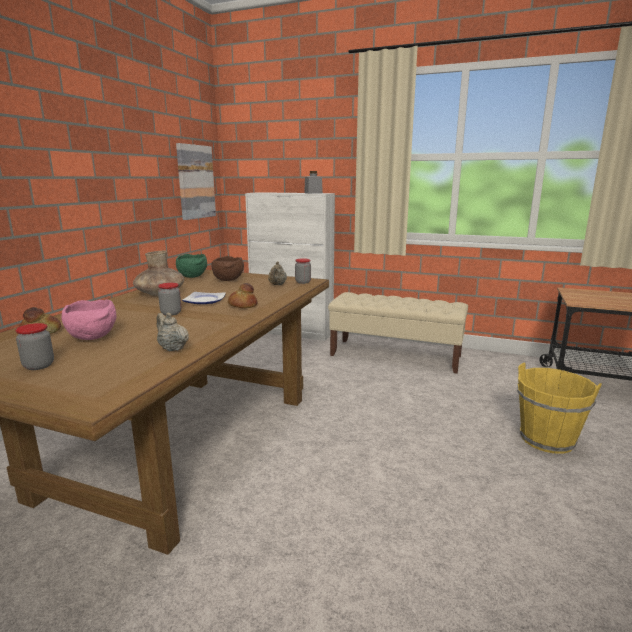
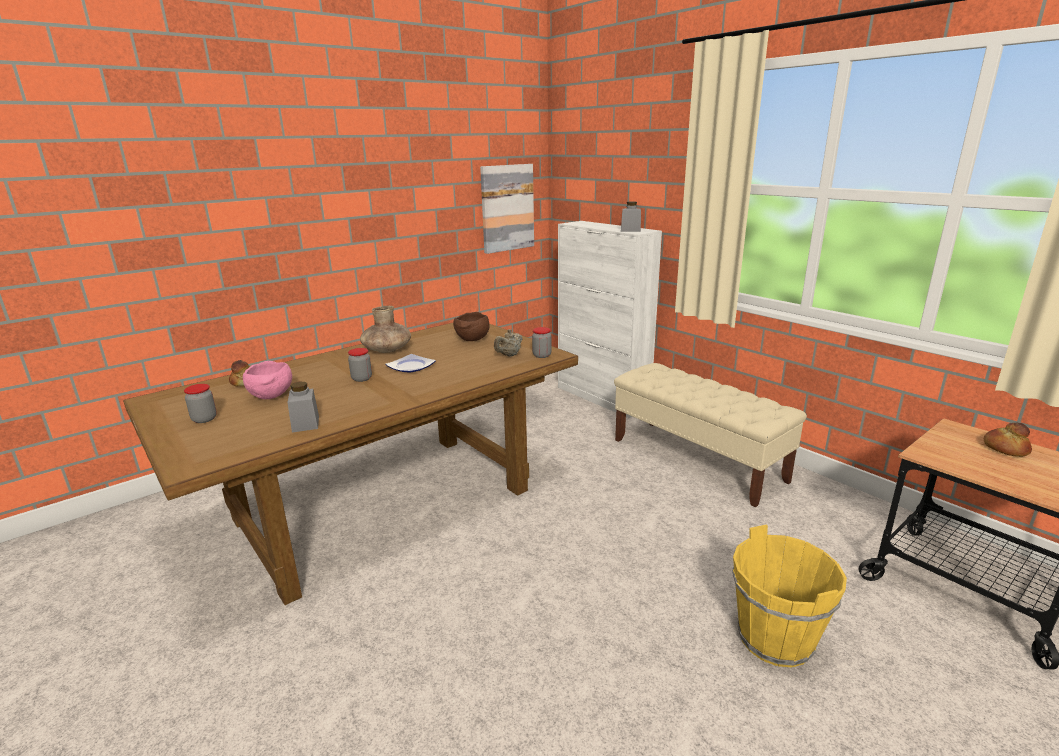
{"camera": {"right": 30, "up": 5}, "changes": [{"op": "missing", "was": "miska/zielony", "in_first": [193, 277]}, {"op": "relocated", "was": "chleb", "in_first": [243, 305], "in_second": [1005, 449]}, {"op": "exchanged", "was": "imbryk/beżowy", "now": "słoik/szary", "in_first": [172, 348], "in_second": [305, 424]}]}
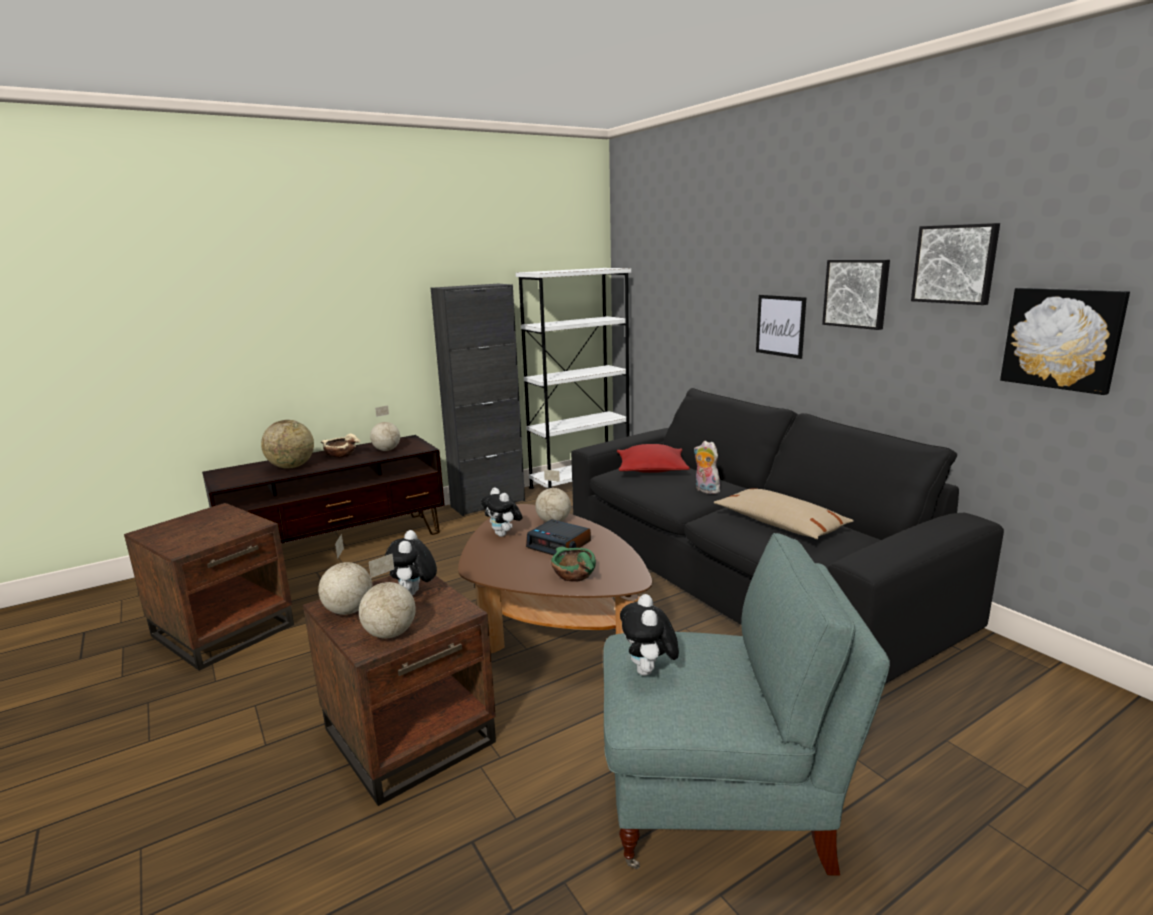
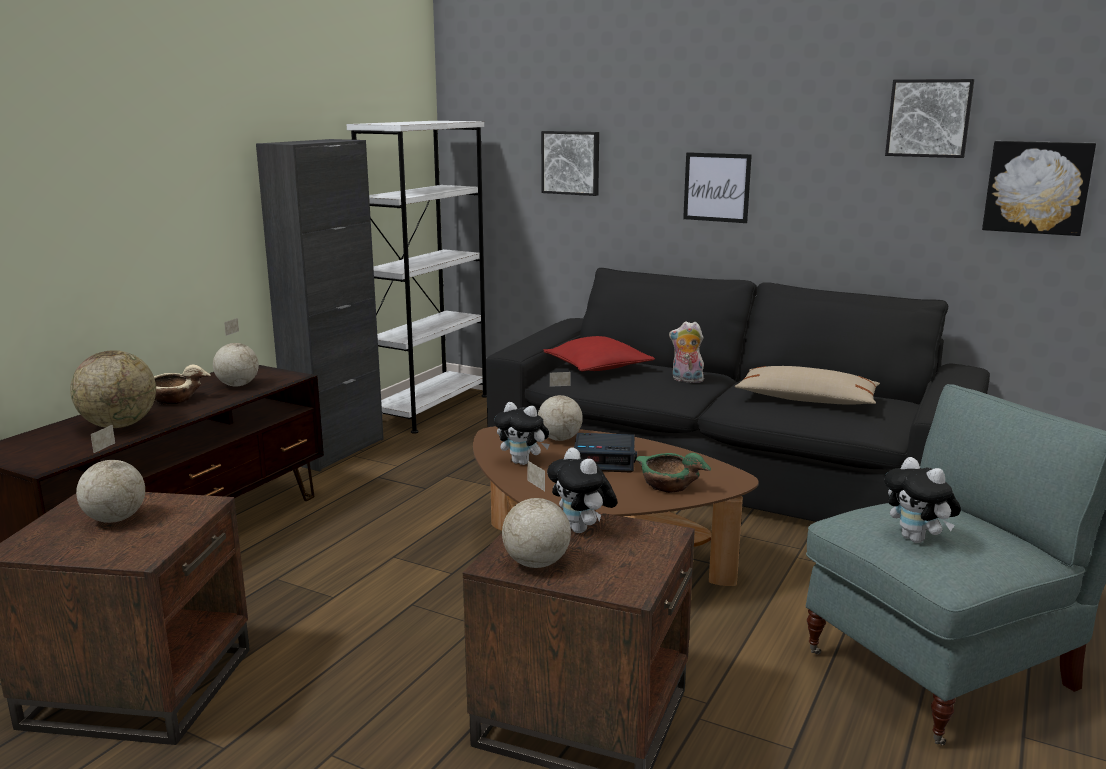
{"camera": {"right": -30, "up": 0}, "changes": [{"op": "relocated", "was": "obraz", "in_first": [857, 293], "in_second": [571, 162]}, {"op": "relocated", "was": "globus", "in_first": [391, 634], "in_second": [116, 519]}]}
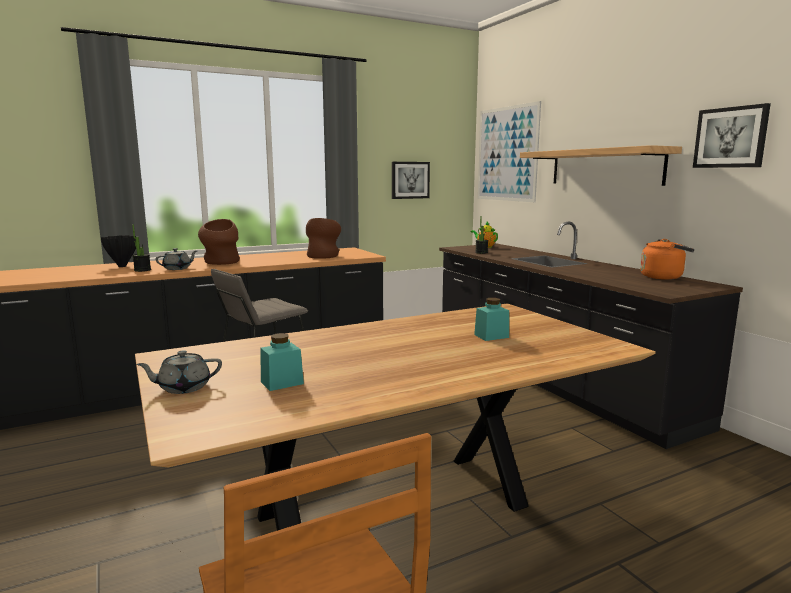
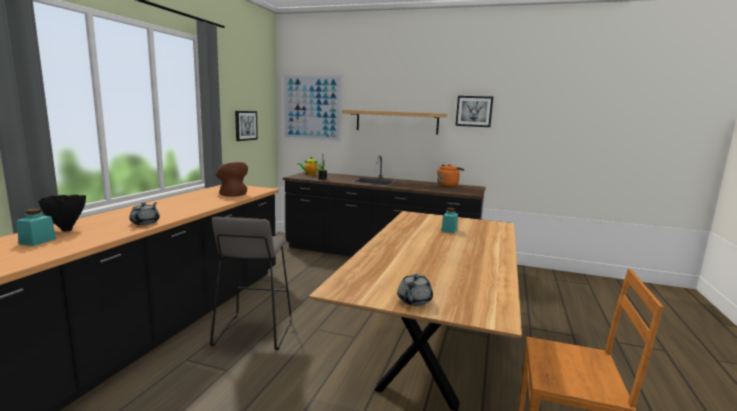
{"camera": {"right": -45, "up": 0}, "changes": [{"op": "missing", "was": "wazon/brązowy", "in_first": [221, 262]}, {"op": "missing", "was": "roślina doniczkowa", "in_first": [142, 270]}, {"op": "relocated", "was": "słoik/turkusowy", "in_first": [282, 383], "in_second": [37, 241]}]}
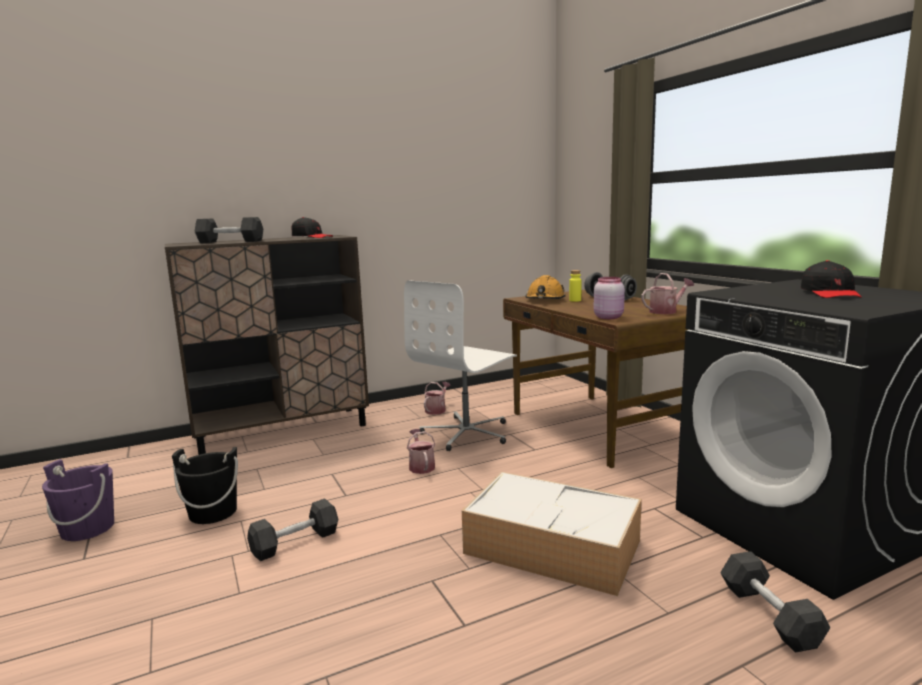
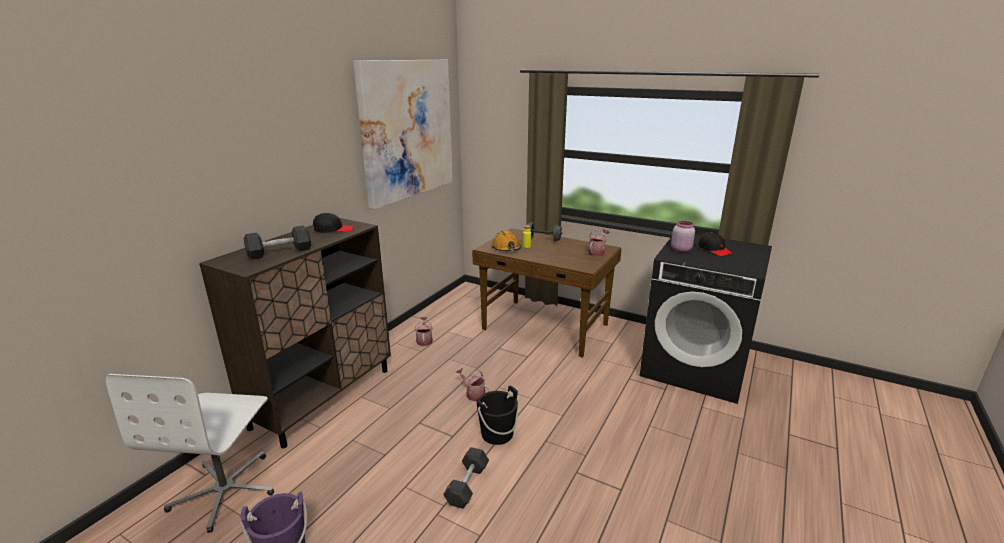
{"camera": {"right": -35, "up": 10}, "changes": [{"op": "relocated", "was": "słoik/różowy", "in_first": [608, 317], "in_second": [680, 249]}, {"op": "relocated", "was": "krzesło biurowe/biały", "in_first": [467, 433], "in_second": [226, 490]}, {"op": "relocated", "was": "wiadro/czarny", "in_first": [213, 512], "in_second": [497, 433]}, {"op": "missing", "was": "pojemnik do przechowywania", "in_first": [555, 547]}, {"op": "missing", "was": "hantel/czarny", "in_first": [769, 615]}, {"op": "appeared", "now": "obraz", "in_second": [406, 129]}]}
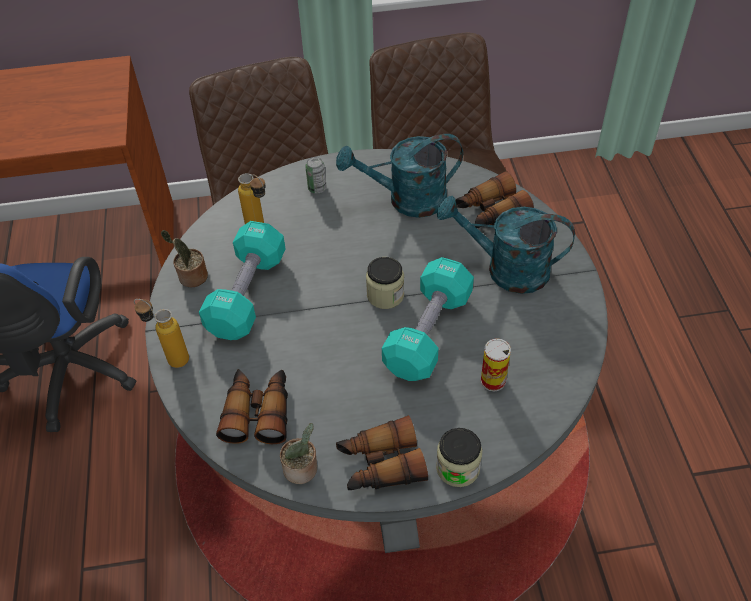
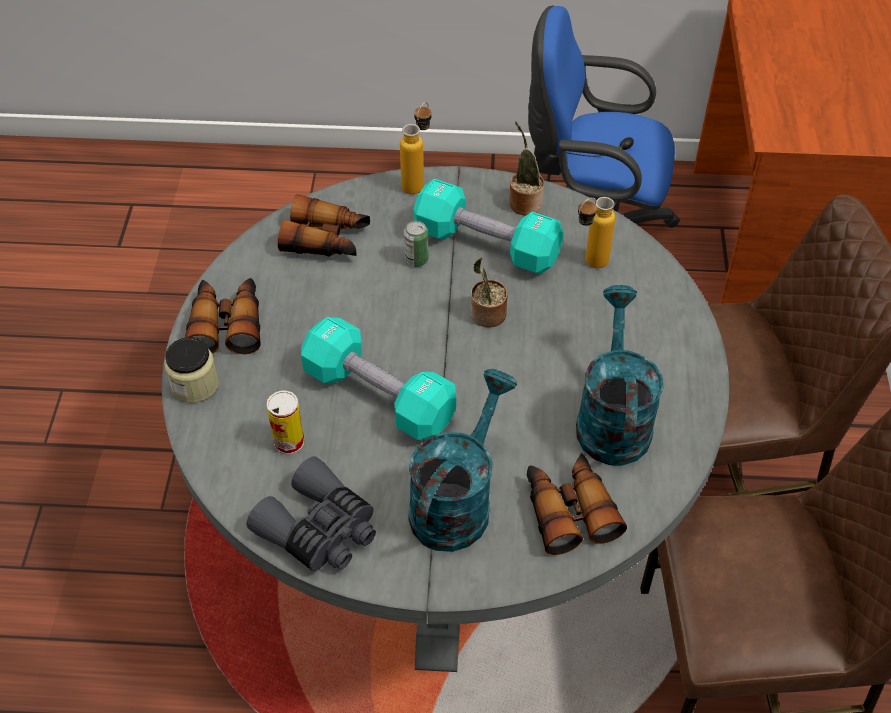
{"camera": {"right": 100, "up": 0}, "changes": [{"op": "relocated", "was": "puszka", "in_first": [317, 188], "in_second": [416, 260]}, {"op": "missing", "was": "słoik", "in_first": [385, 295]}, {"op": "relocated", "was": "roślina doniczkowa", "in_first": [302, 469], "in_second": [486, 315]}, {"op": "appeared", "now": "lornetka/szary", "in_second": [320, 530]}]}
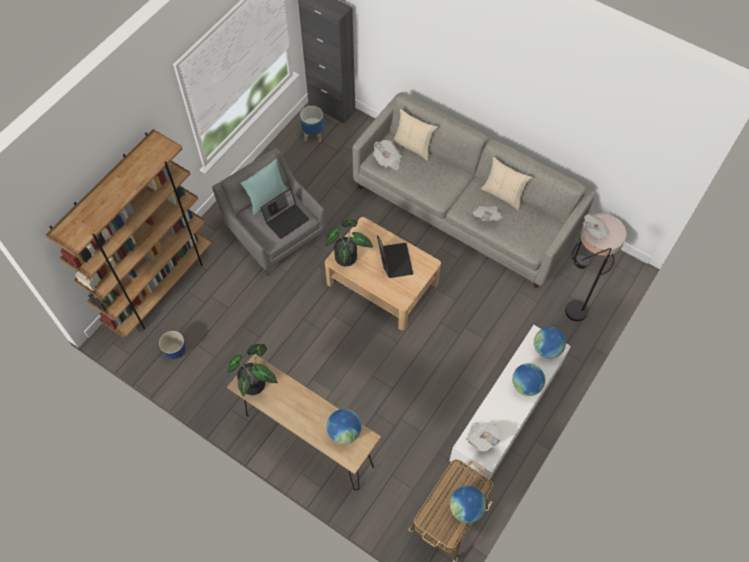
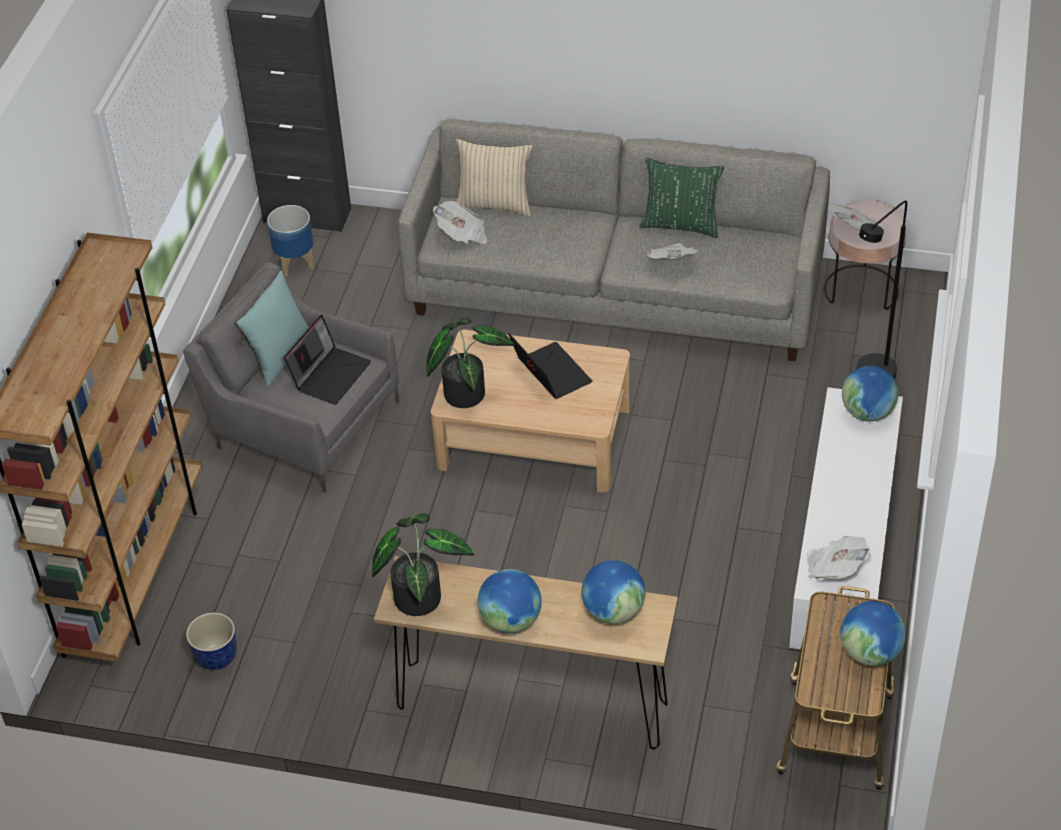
{"camera": {"right": -20, "up": -15}, "changes": [{"op": "colour", "was": "poduszka/beżowy", "now": "poduszka/zielony", "in_first": [503, 195], "in_second": [680, 225]}, {"op": "relocated", "was": "globus", "in_first": [526, 385], "in_second": [510, 621]}]}
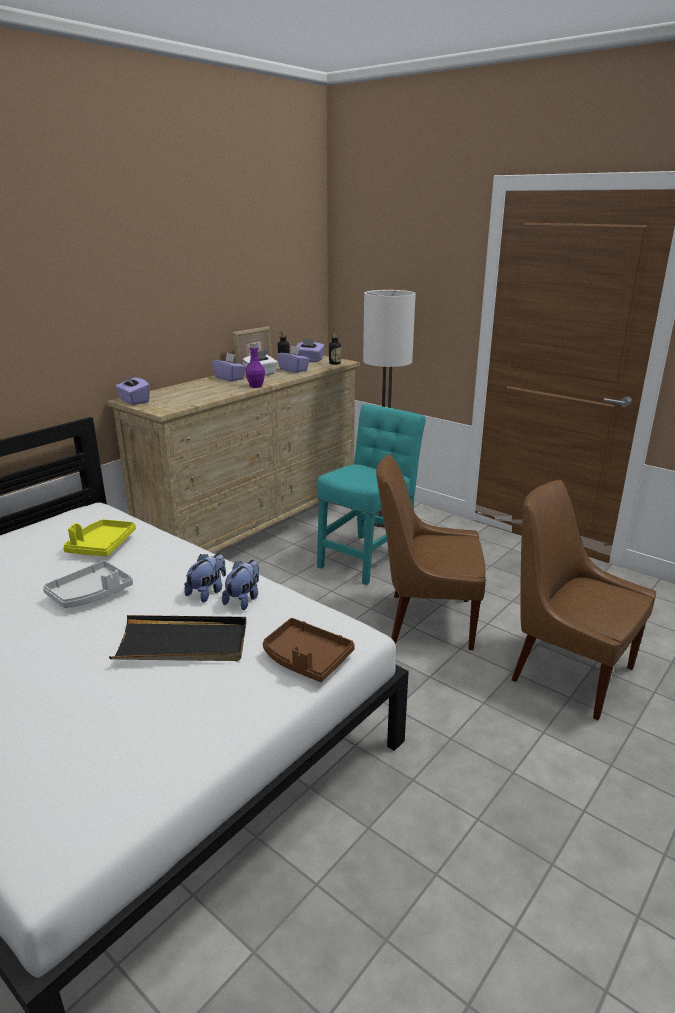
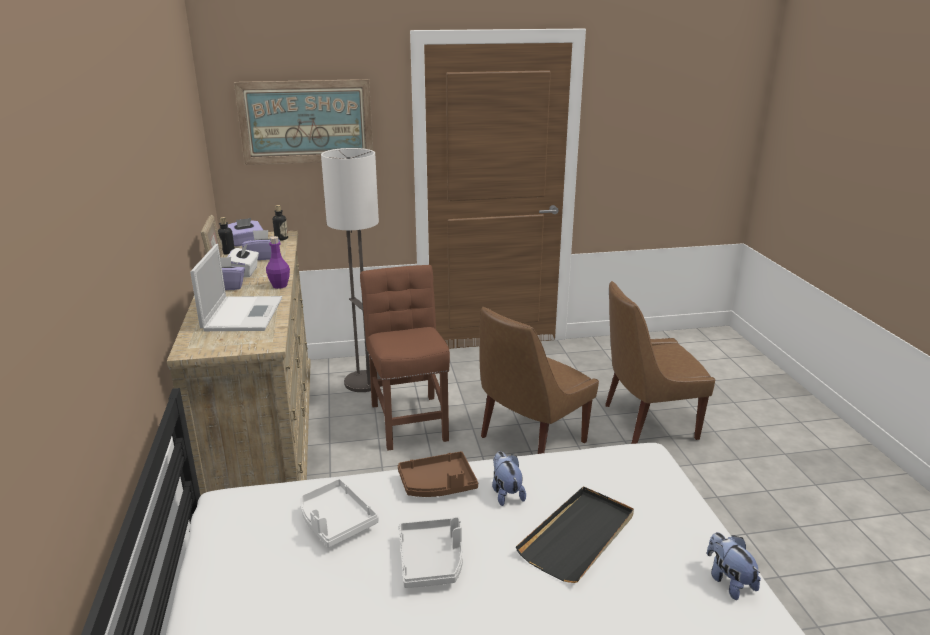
{"camera": {"right": -50, "up": 0}, "changes": [{"op": "missing", "was": "pudełko chusteczek/fioletowy", "in_first": [134, 401]}, {"op": "colour", "was": "krzesło/turkusowy", "now": "krzesło/brązowy", "in_first": [368, 556], "in_second": [409, 419]}, {"op": "colour", "was": "taca/żółty", "now": "taca/biały", "in_first": [101, 546], "in_second": [335, 521]}, {"op": "relocated", "was": "pluszak", "in_first": [244, 599], "in_second": [728, 581]}, {"op": "relocated", "was": "taca/brązowy", "in_first": [306, 659], "in_second": [438, 484]}, {"op": "appeared", "now": "obraz", "in_second": [306, 122]}, {"op": "appeared", "now": "laptop", "in_second": [243, 314]}]}
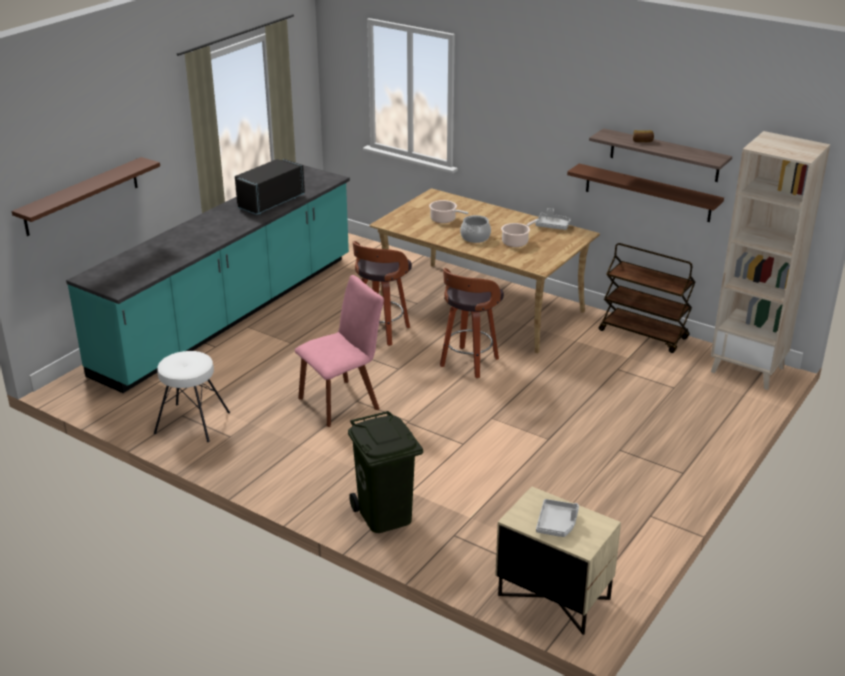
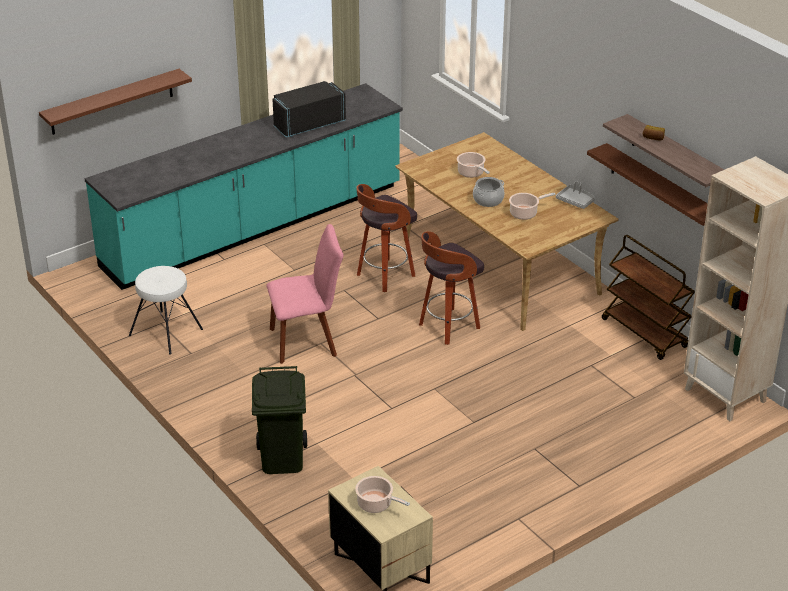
{"camera": {"right": 20, "up": 5}, "changes": [{"op": "exchanged", "was": "taca/szary", "now": "garnek", "in_first": [557, 524], "in_second": [376, 504]}]}
